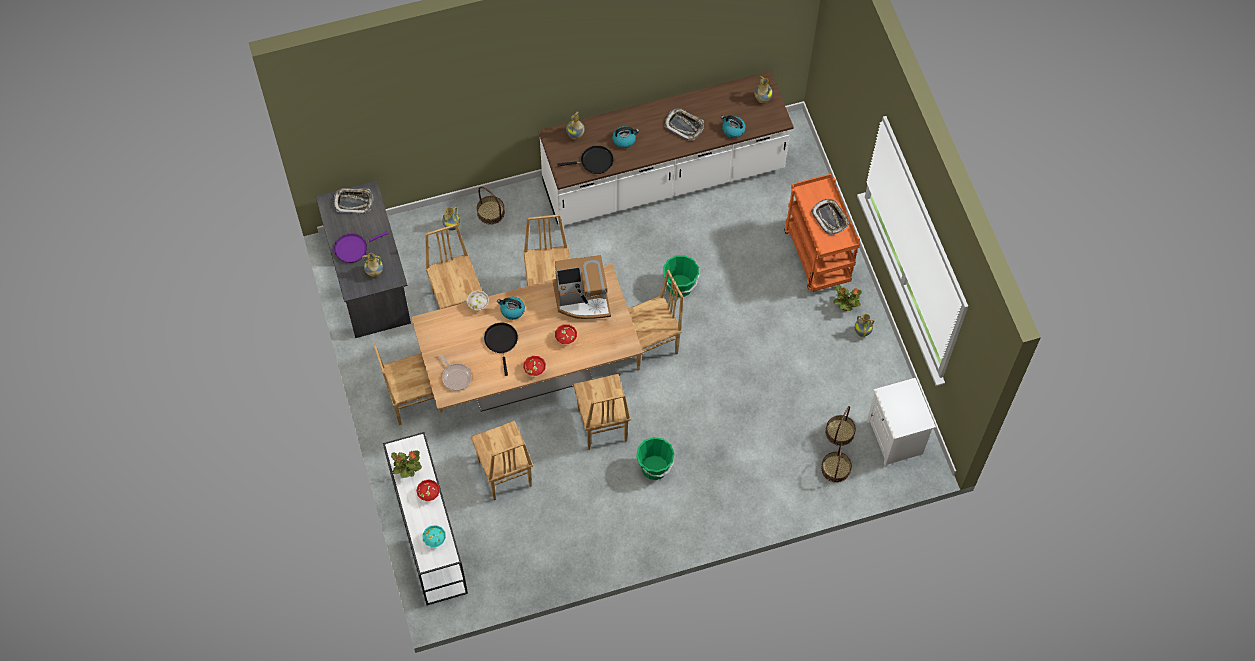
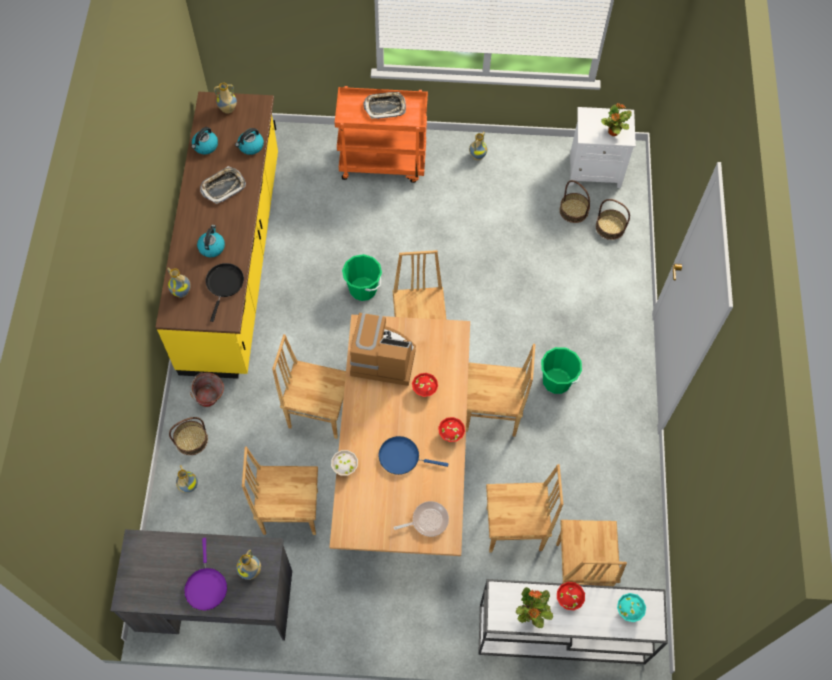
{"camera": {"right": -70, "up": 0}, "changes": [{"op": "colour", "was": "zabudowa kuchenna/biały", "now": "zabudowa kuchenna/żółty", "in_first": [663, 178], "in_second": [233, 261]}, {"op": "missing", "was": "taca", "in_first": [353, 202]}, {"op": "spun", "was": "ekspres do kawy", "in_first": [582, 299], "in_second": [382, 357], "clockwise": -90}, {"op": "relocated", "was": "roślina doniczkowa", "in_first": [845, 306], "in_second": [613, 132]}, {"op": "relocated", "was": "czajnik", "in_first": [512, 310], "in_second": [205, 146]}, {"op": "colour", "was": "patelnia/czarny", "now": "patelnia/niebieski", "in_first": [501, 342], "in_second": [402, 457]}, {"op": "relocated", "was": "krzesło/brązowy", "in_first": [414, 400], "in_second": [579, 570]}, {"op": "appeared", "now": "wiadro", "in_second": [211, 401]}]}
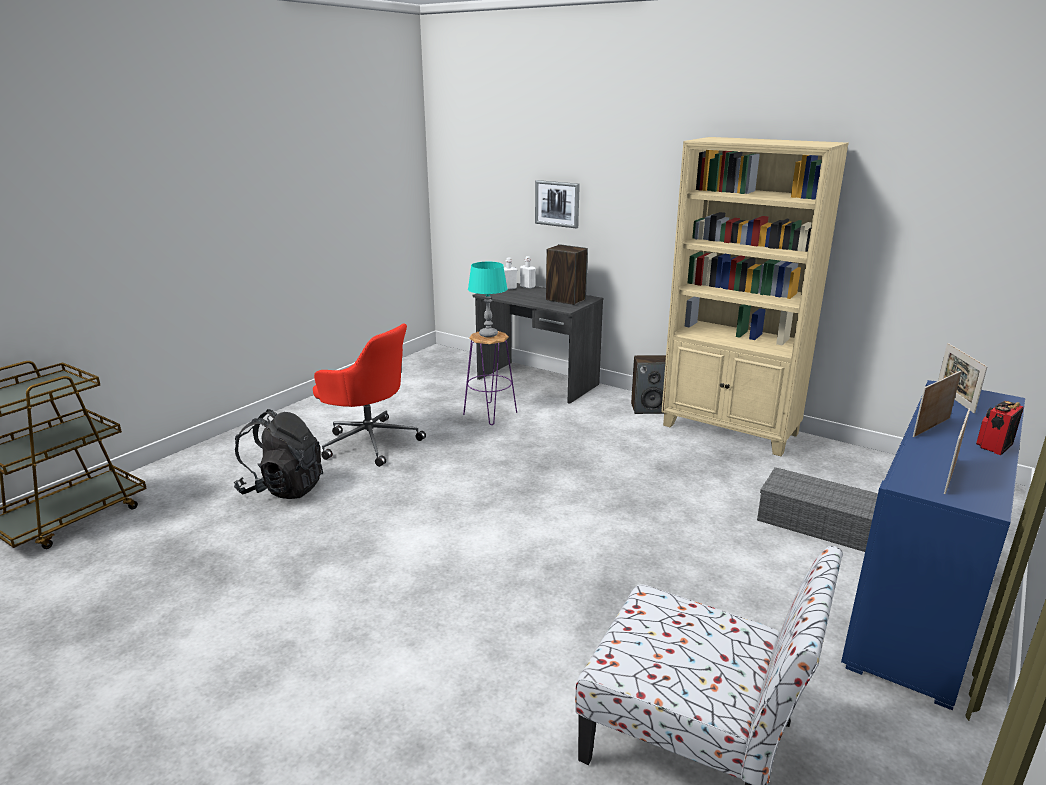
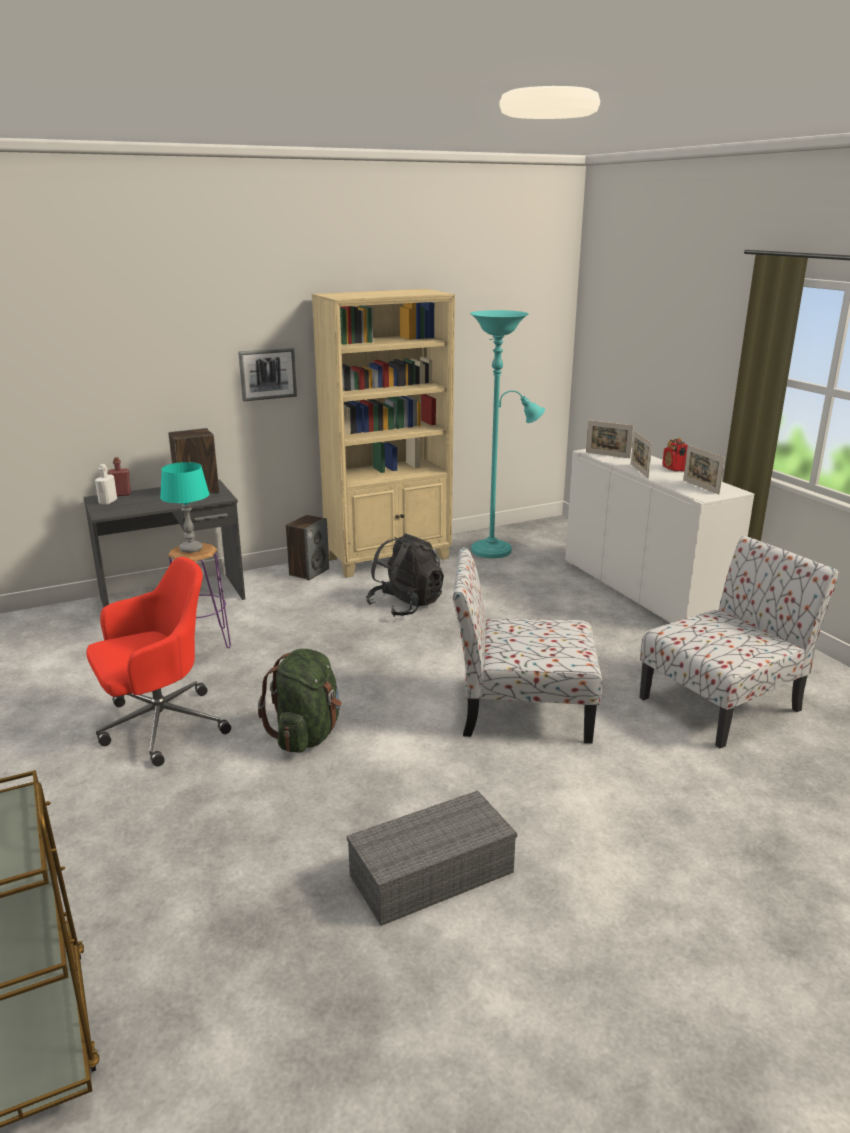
{"camera": {"right": -60, "up": 0}, "changes": [{"op": "relocated", "was": "obraz", "in_first": [557, 203], "in_second": [267, 374]}, {"op": "colour", "was": "butelka/biały", "now": "butelka/czerwony", "in_first": [527, 287], "in_second": [121, 494]}, {"op": "colour", "was": "szafka/niebieski", "now": "szafka/biały", "in_first": [918, 601], "in_second": [643, 589]}, {"op": "relocated", "was": "plecak/czarny", "in_first": [283, 488], "in_second": [406, 605]}, {"op": "relocated", "was": "pojemnik do przechowywania/szary", "in_first": [819, 523], "in_second": [433, 872]}, {"op": "appeared", "now": "lampa stojąca/turkusowy", "in_second": [496, 550]}, {"op": "appeared", "now": "krzesło", "in_second": [521, 710]}, {"op": "appeared", "now": "plecak/zielony", "in_second": [307, 735]}]}
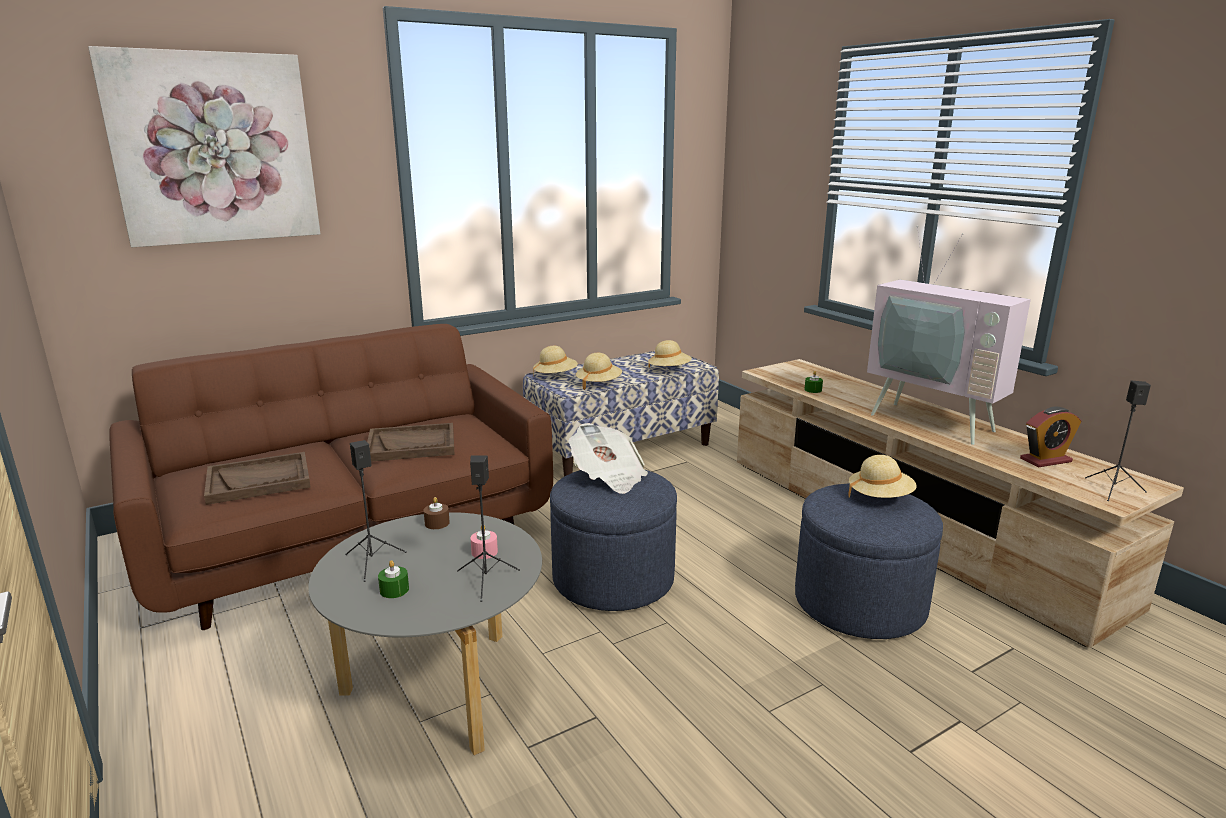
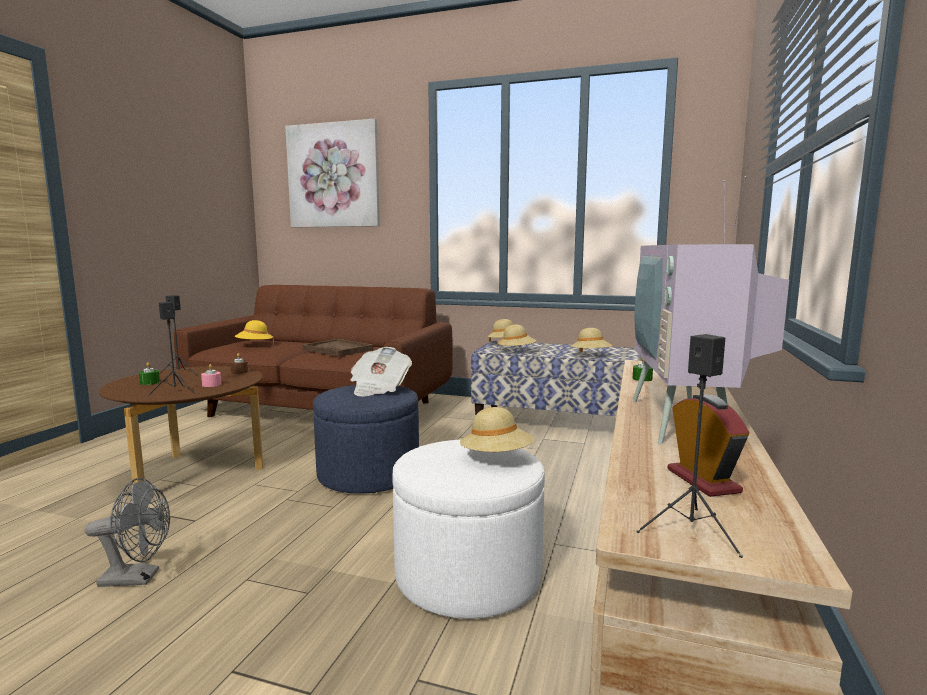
{"camera": {"right": 50, "up": -10}, "changes": [{"op": "spun", "was": "budzik", "in_first": [1045, 460], "in_second": [703, 481], "clockwise": -135}, {"op": "exchanged", "was": "taca/brązowy", "now": "kapelusz/żółty", "in_first": [259, 480], "in_second": [254, 345]}, {"op": "colour", "was": "pufa/niebieski", "now": "pufa/biały", "in_first": [859, 603], "in_second": [468, 575]}, {"op": "colour", "was": "ława/szary", "now": "ława/brązowy", "in_first": [440, 689], "in_second": [194, 473]}, {"op": "appeared", "now": "wentylator/szary", "in_second": [138, 577]}]}
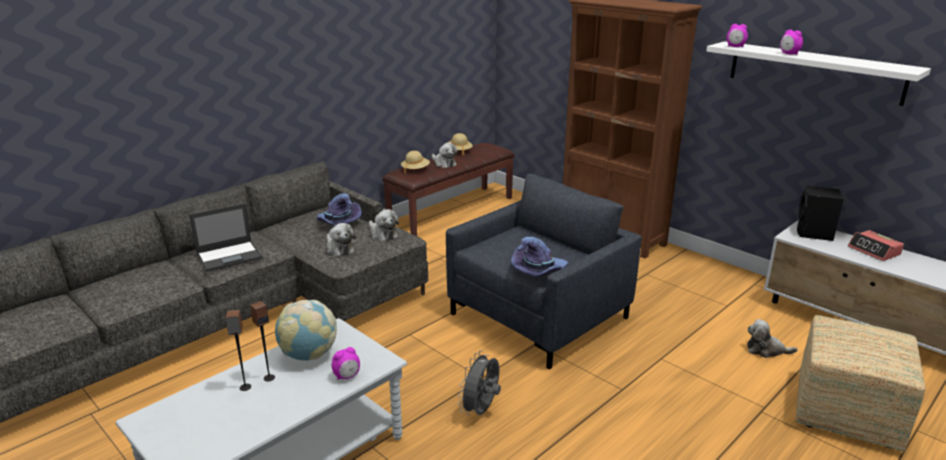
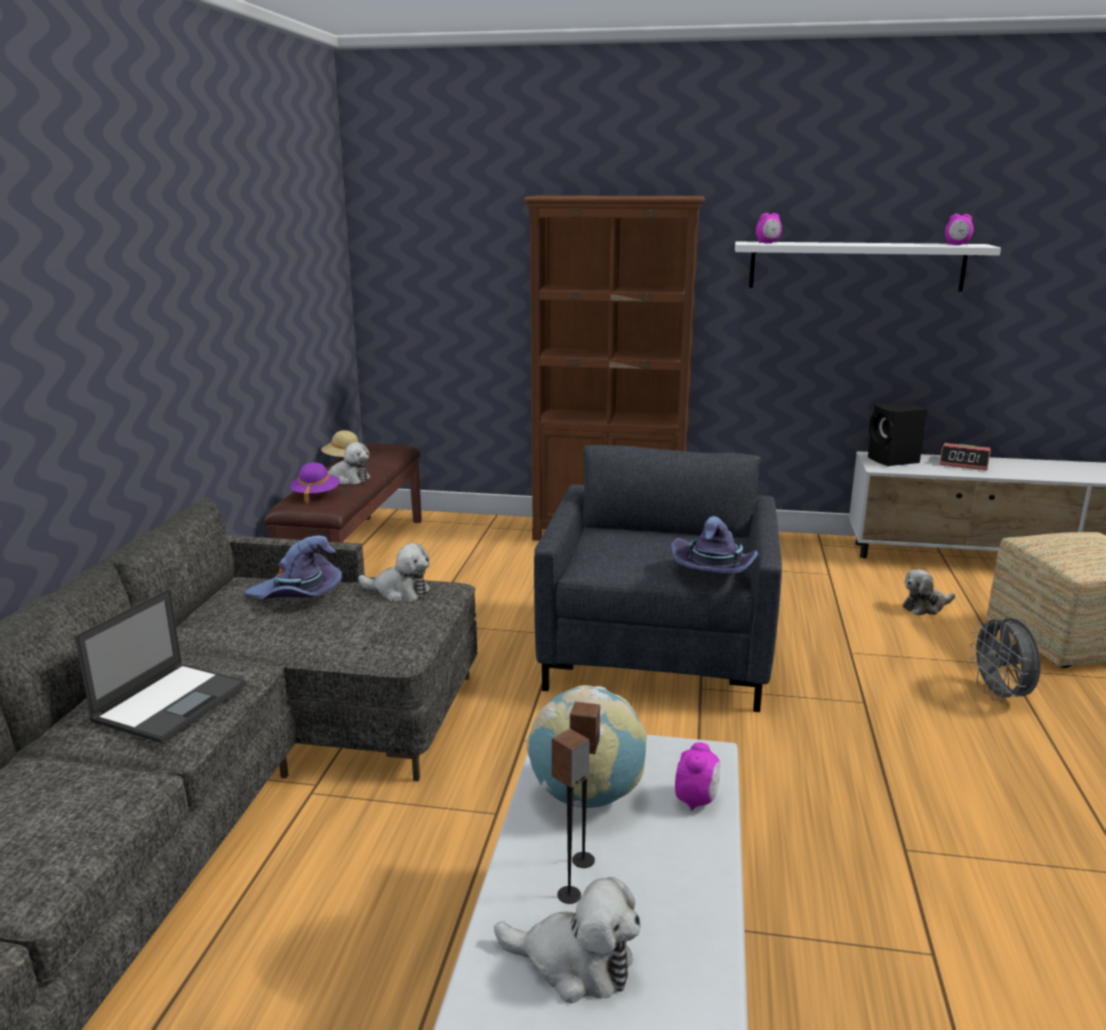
{"camera": {"right": -35, "up": -5}, "changes": [{"op": "relocated", "was": "budzik", "in_first": [789, 54], "in_second": [957, 244]}, {"op": "colour", "was": "kapelusz/beżowy", "now": "kapelusz/fioletowy", "in_first": [415, 170], "in_second": [315, 495]}, {"op": "relocated", "was": "pluszak", "in_first": [339, 248], "in_second": [574, 963]}, {"op": "relocated", "was": "wentylator/szary", "in_first": [481, 411], "in_second": [1000, 696]}]}
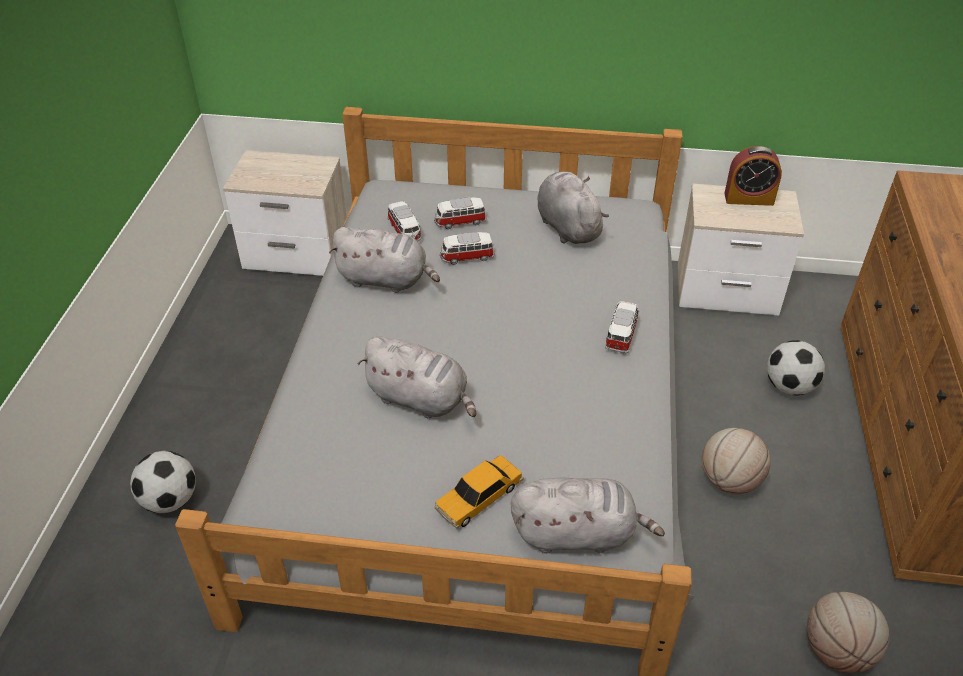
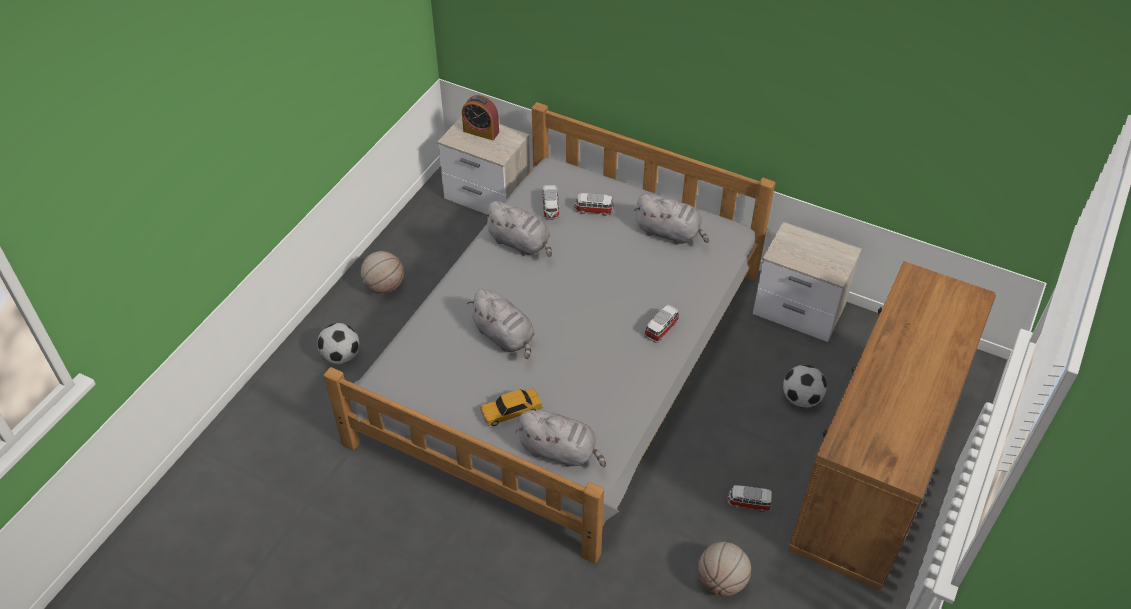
{"camera": {"right": 20, "up": 5}, "changes": [{"op": "relocated", "was": "budzik", "in_first": [749, 198], "in_second": [481, 131]}, {"op": "spun", "was": "pluszak/szary", "in_first": [567, 226], "in_second": [670, 233], "clockwise": 120}, {"op": "relocated", "was": "samochodzik", "in_first": [466, 257], "in_second": [748, 503]}, {"op": "relocated", "was": "piłka do koszykówki", "in_first": [729, 481], "in_second": [384, 286]}]}
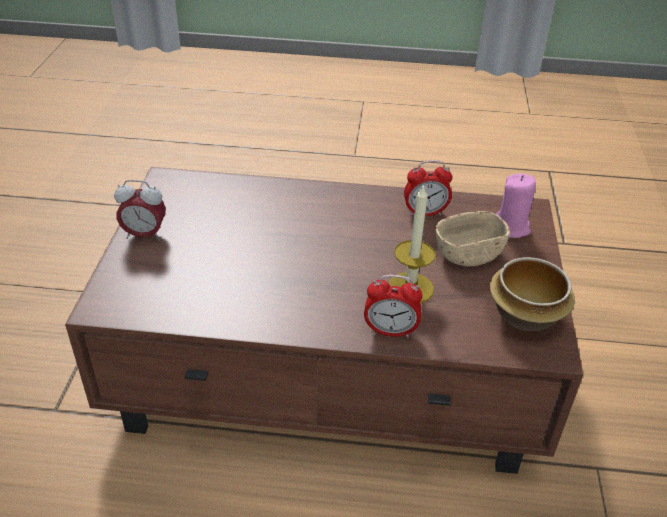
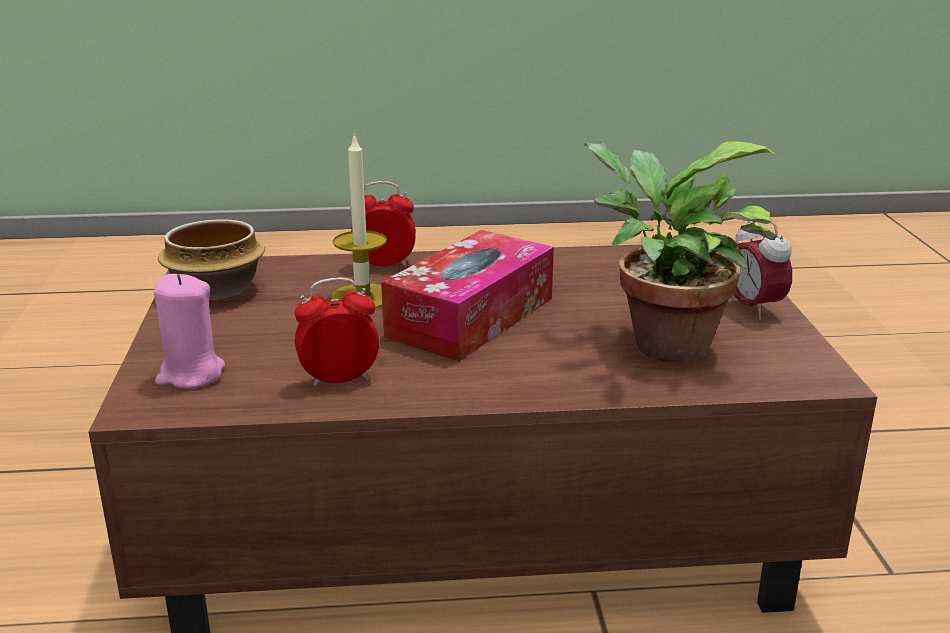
{"camera": {"right": 170, "up": -15}, "changes": [{"op": "spun", "was": "budzik", "in_first": [144, 235], "in_second": [753, 308], "clockwise": -105}, {"op": "missing", "was": "miska/beżowy", "in_first": [468, 254]}, {"op": "appeared", "now": "roślina doniczkowa", "in_second": [661, 345]}, {"op": "appeared", "now": "pudełko chusteczek", "in_second": [471, 317]}]}
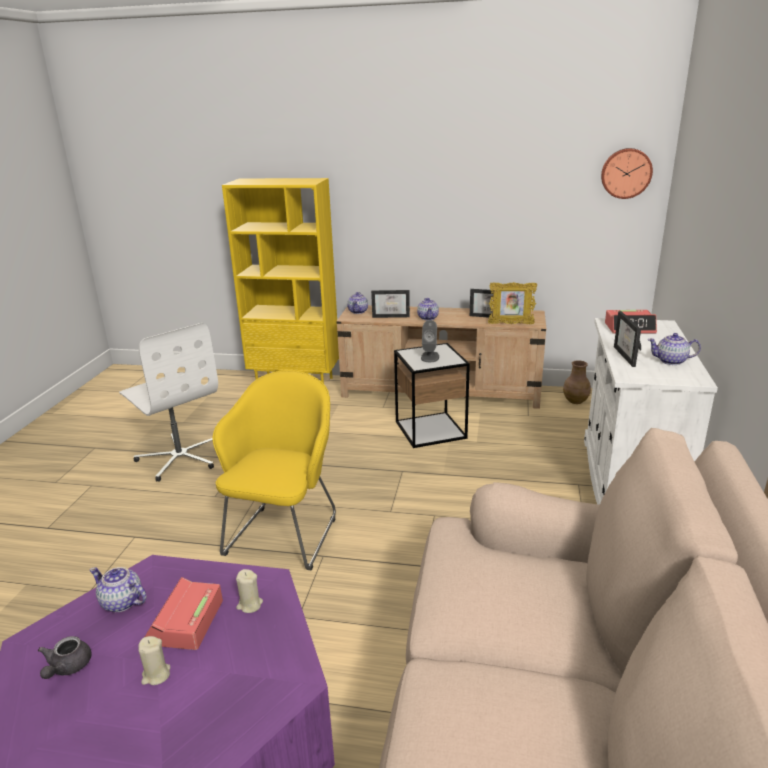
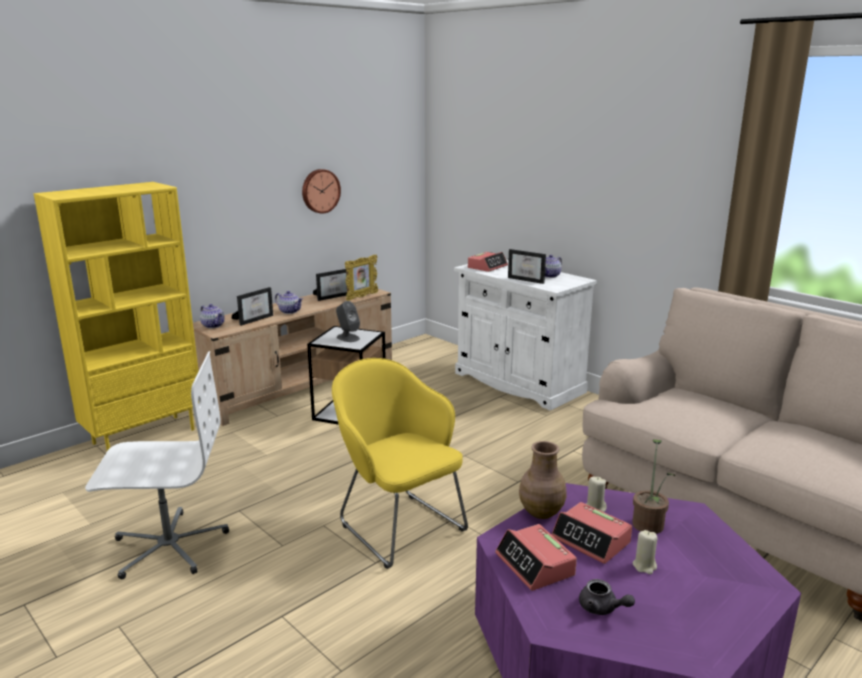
{"camera": {"right": -55, "up": -5}, "changes": [{"op": "relocated", "was": "zegar ścienny", "in_first": [626, 173], "in_second": [320, 191]}, {"op": "relocated", "was": "wazon/brązowy", "in_first": [576, 401], "in_second": [541, 511]}, {"op": "exchanged", "was": "imbryk", "now": "budzik", "in_first": [122, 602], "in_second": [535, 565]}, {"op": "appeared", "now": "roślina doniczkowa", "in_second": [649, 522]}]}
